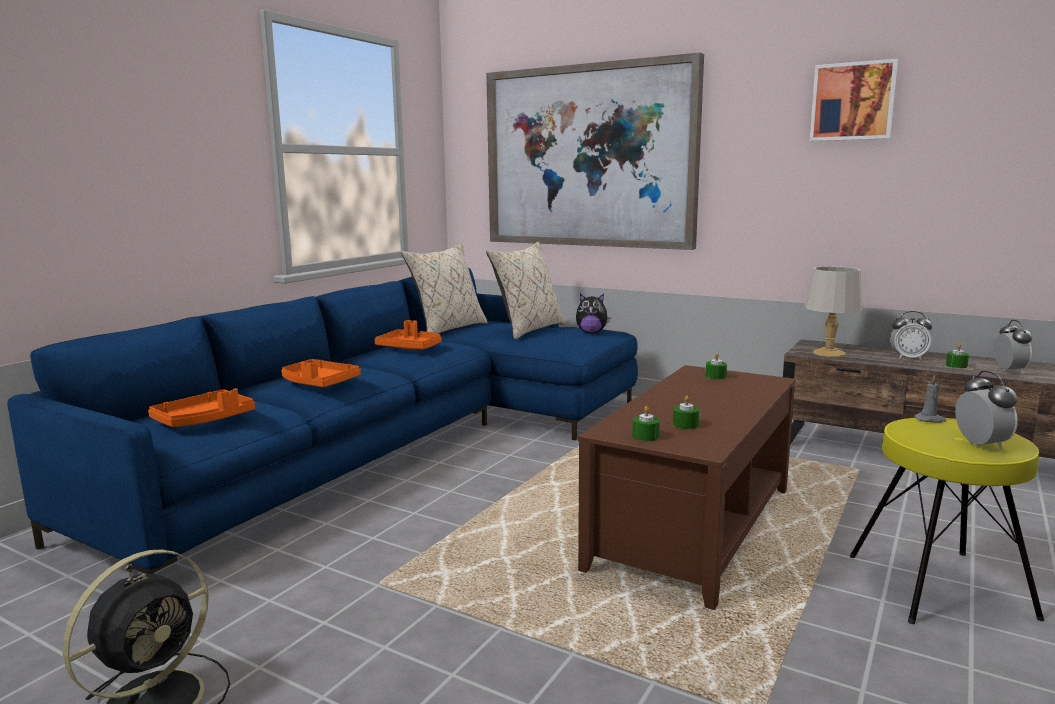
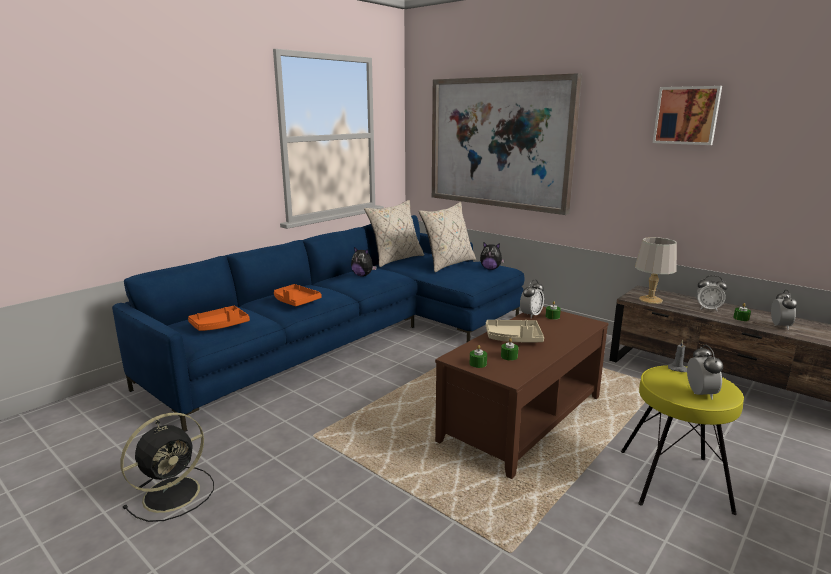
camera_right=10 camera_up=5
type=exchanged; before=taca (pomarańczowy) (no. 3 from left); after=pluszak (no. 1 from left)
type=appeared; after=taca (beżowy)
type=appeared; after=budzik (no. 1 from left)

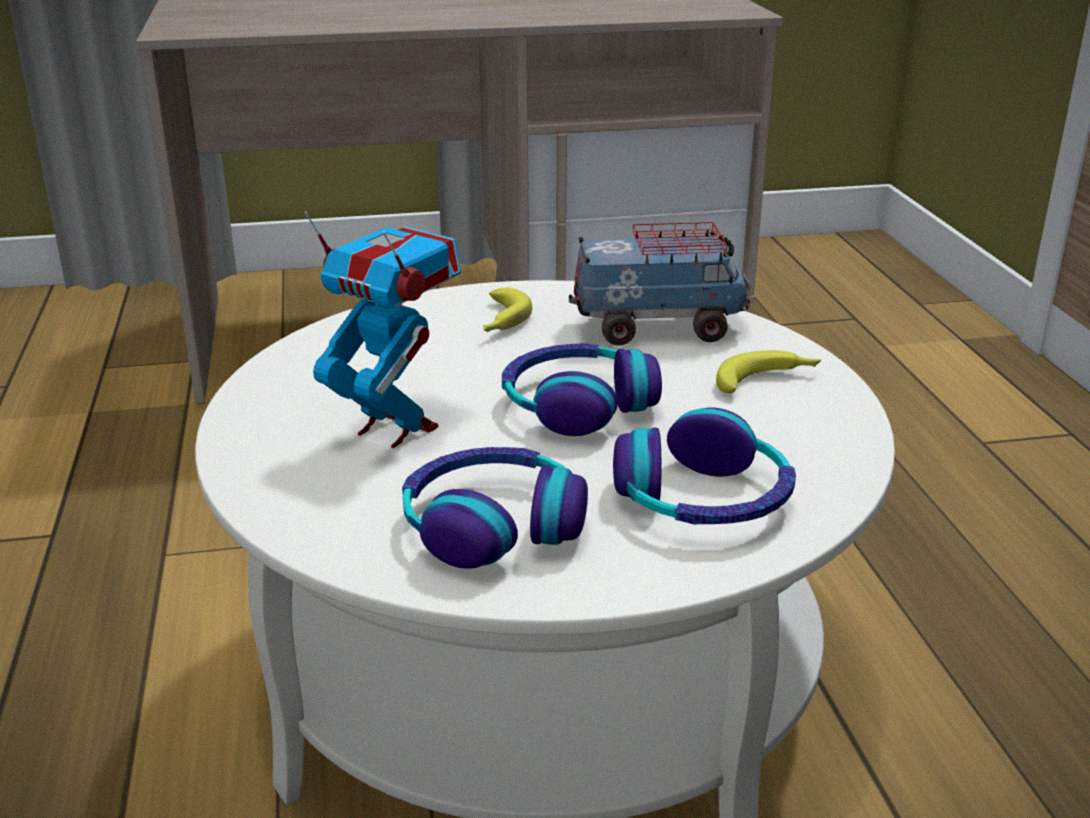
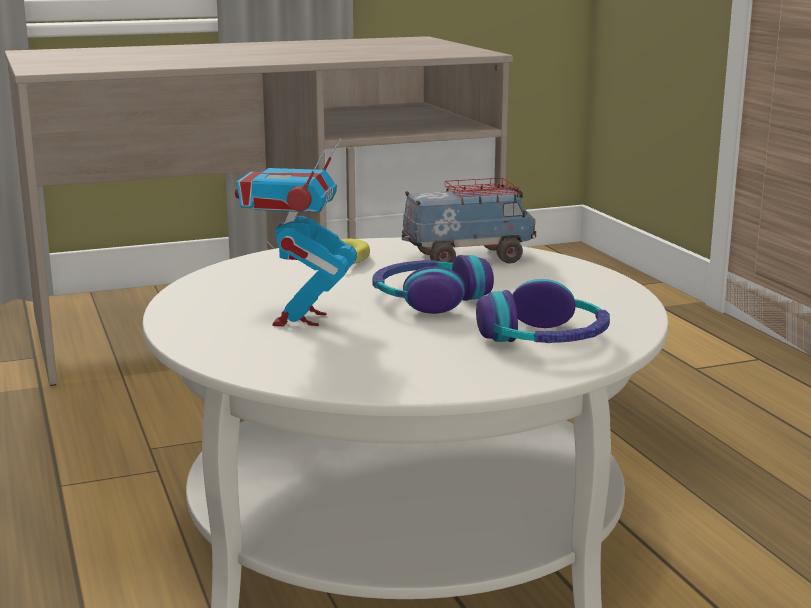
camera_right=-10 camera_up=-10
type=spun; before=robot zabawkowy; turn=-105
type=missing; before=słuchawki (no. 1 from left)
type=missing; before=banan (no. 2 from left)

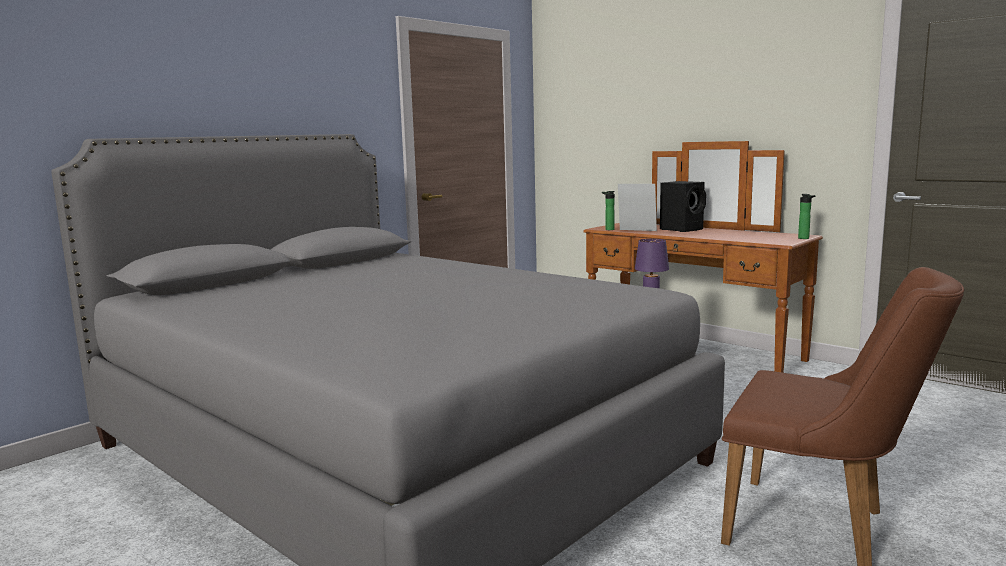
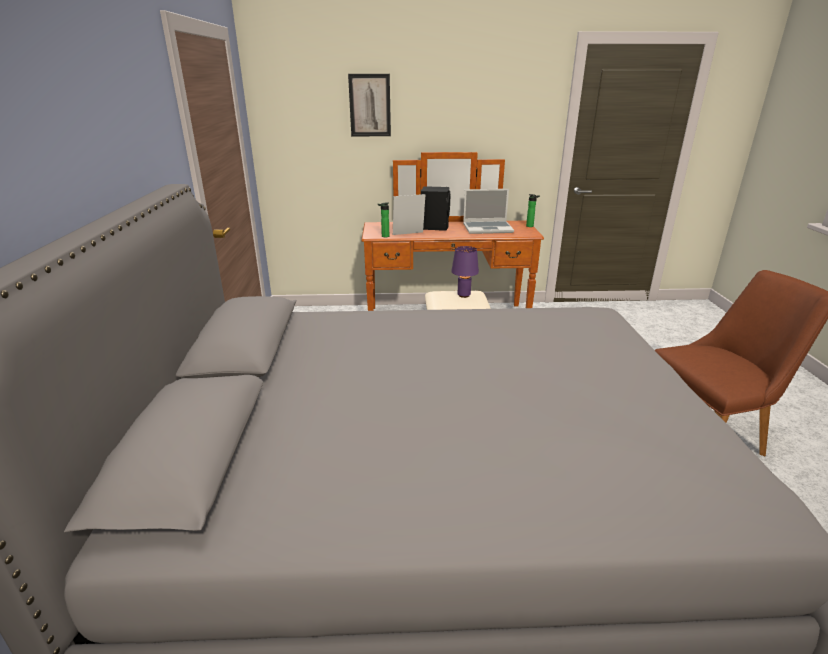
camera_right=-45 camera_up=15
type=appeared; after=obraz
type=appeared; after=laptop

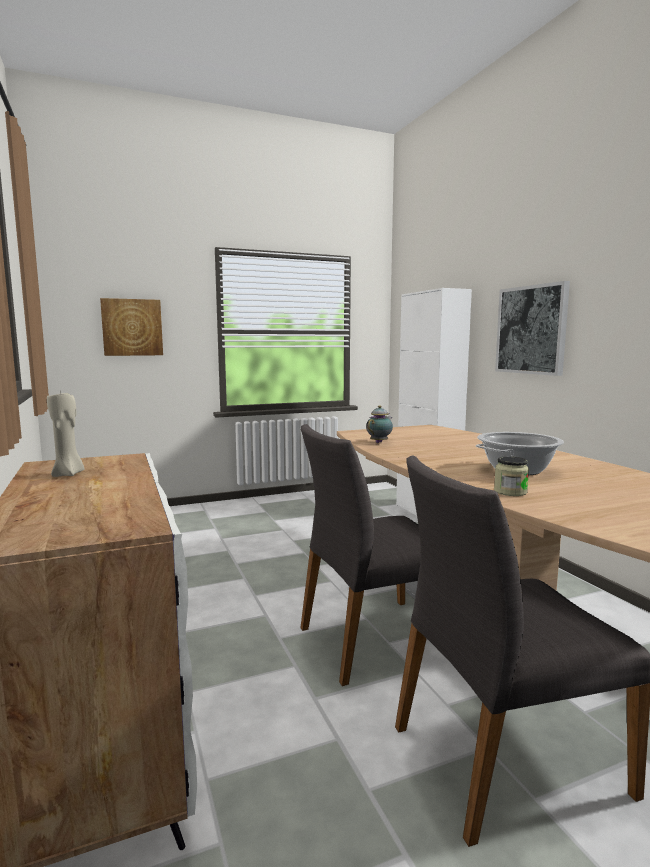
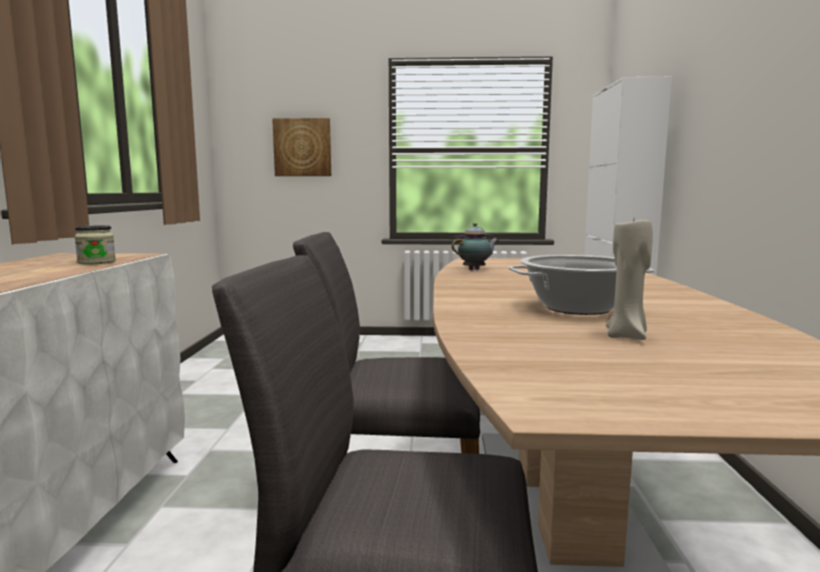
camera_right=25 camera_up=0
type=relocated; before=słoik
type=relocated; before=świeca (beżowy)
type=missing; before=obraz (no. 2 from left)

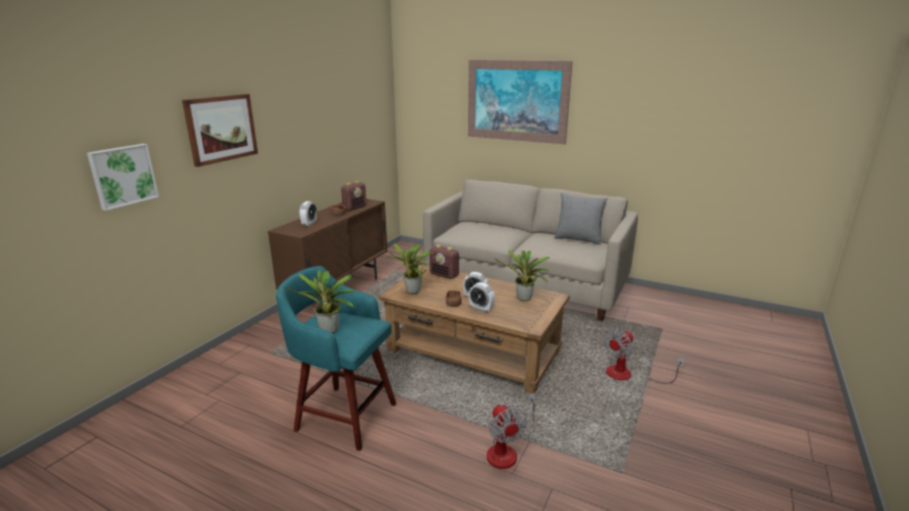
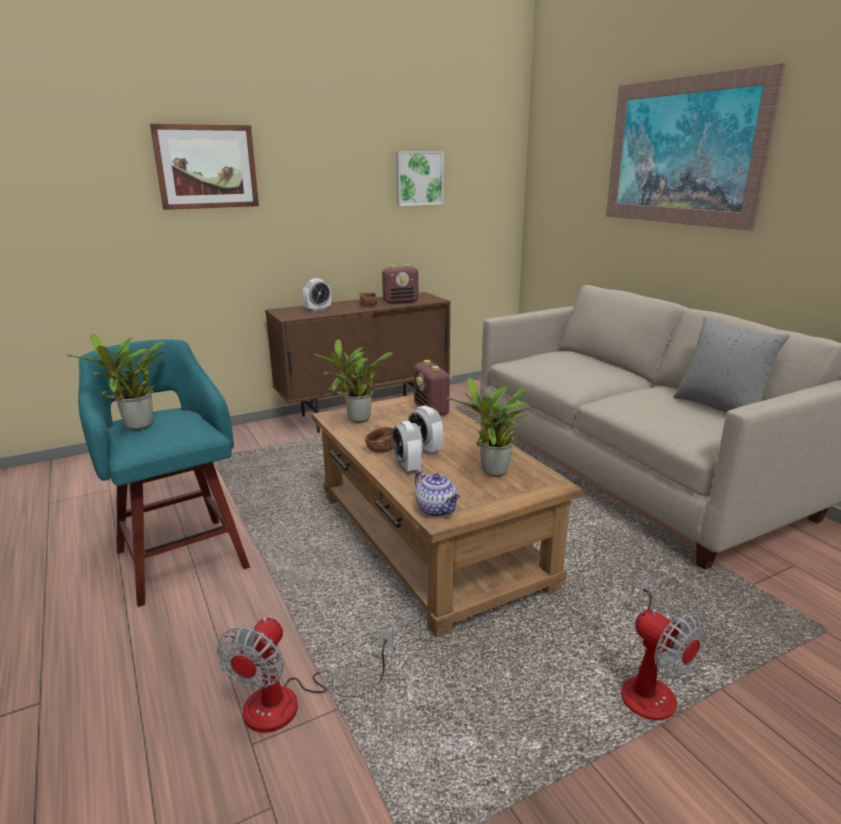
camera_right=35 camera_up=0
type=relocated; before=obraz (no. 1 from left in the first image); after=obraz (no. 2 from left)
type=appeared; after=imbryk
type=spun; before=wentylator (no. 2 from left); turn=-120

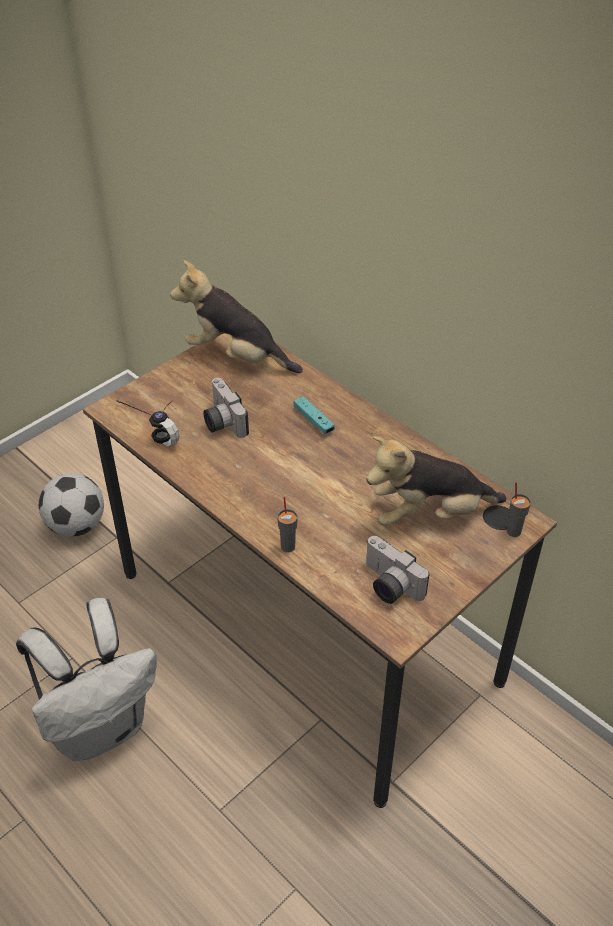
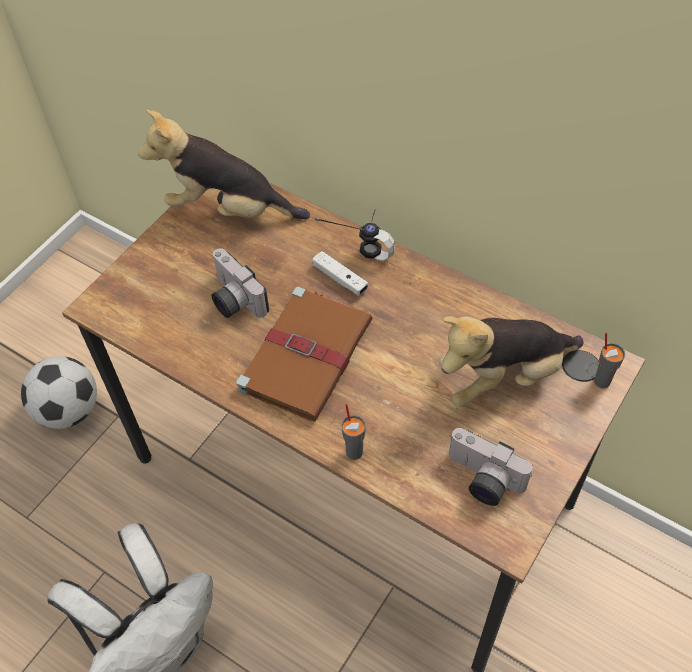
camera_right=-10 camera_up=10
type=appeared; after=książka (brązowy)
type=colour; before=pad do gier (turkusowy); after=pad do gier (biały)
type=relocated; before=słuchawki

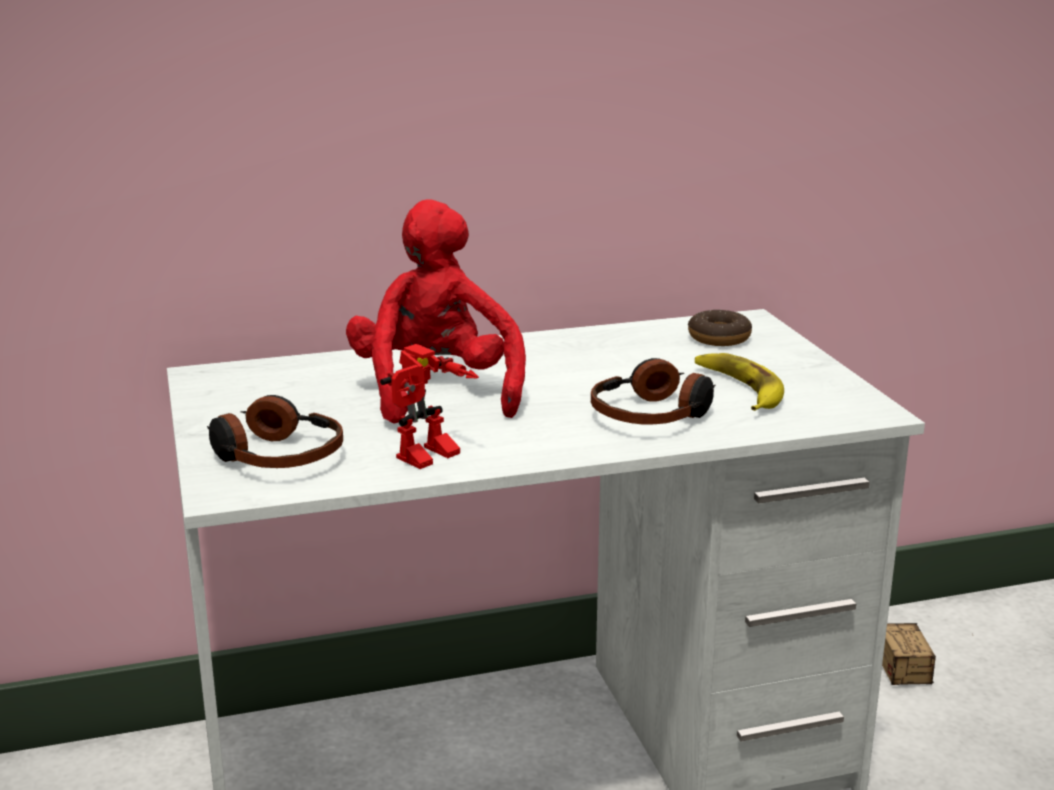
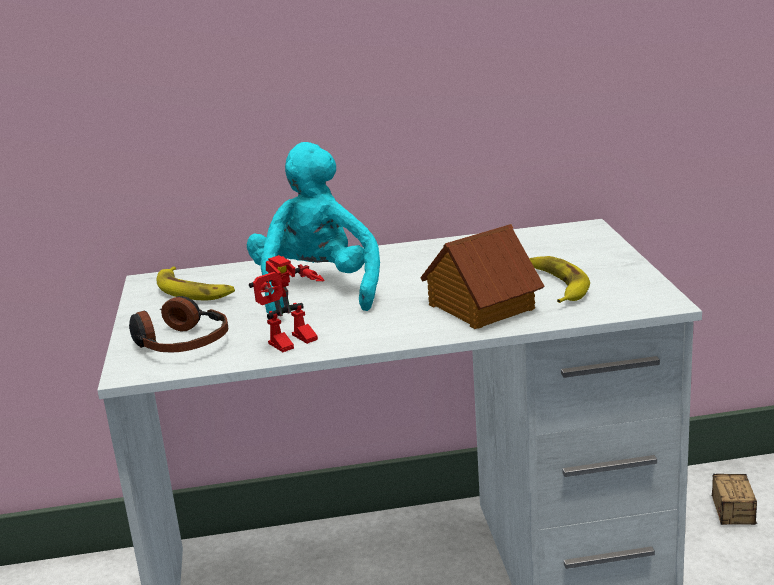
camera_right=10 camera_up=0
type=appeared; after=banan (no. 1 from left)
type=colour; before=pluszak (czerwony); after=pluszak (turkusowy)
type=exchanged; before=słuchawki (no. 2 from left); after=domek
type=missing; before=donut

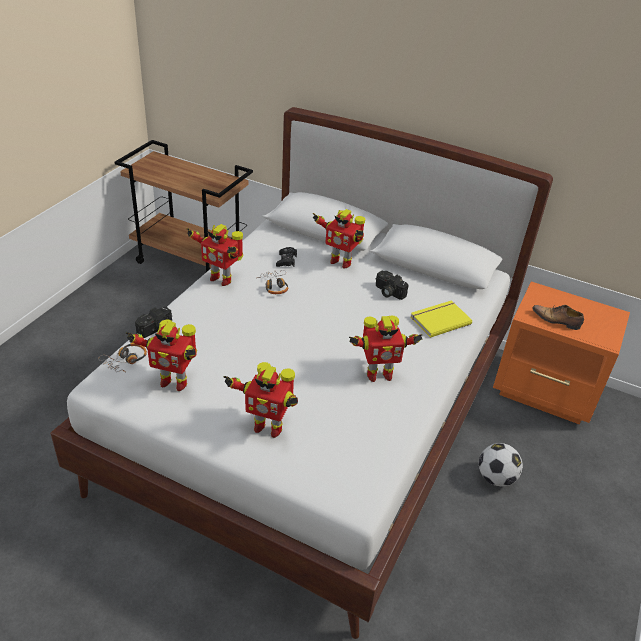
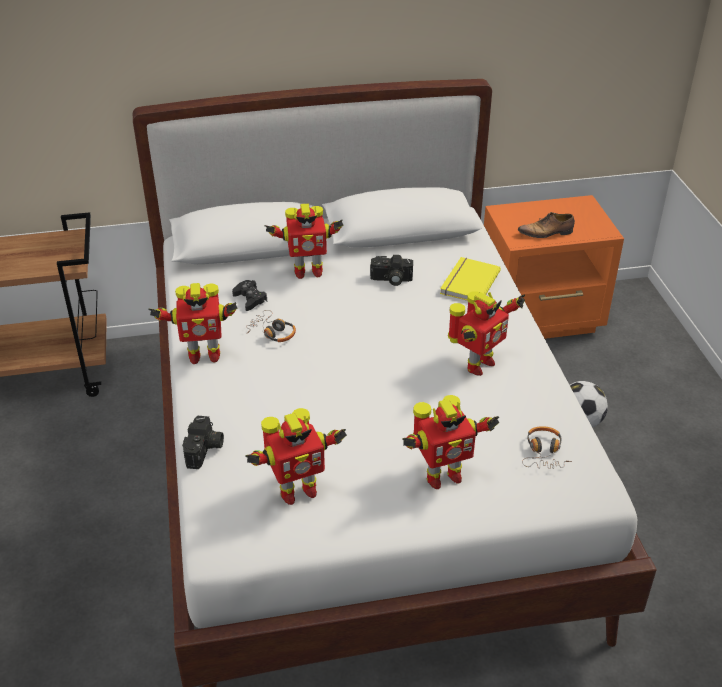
camera_right=-35 camera_up=0
type=relocated; before=słuchawki (no. 1 from left in the first image); after=słuchawki (no. 2 from left)

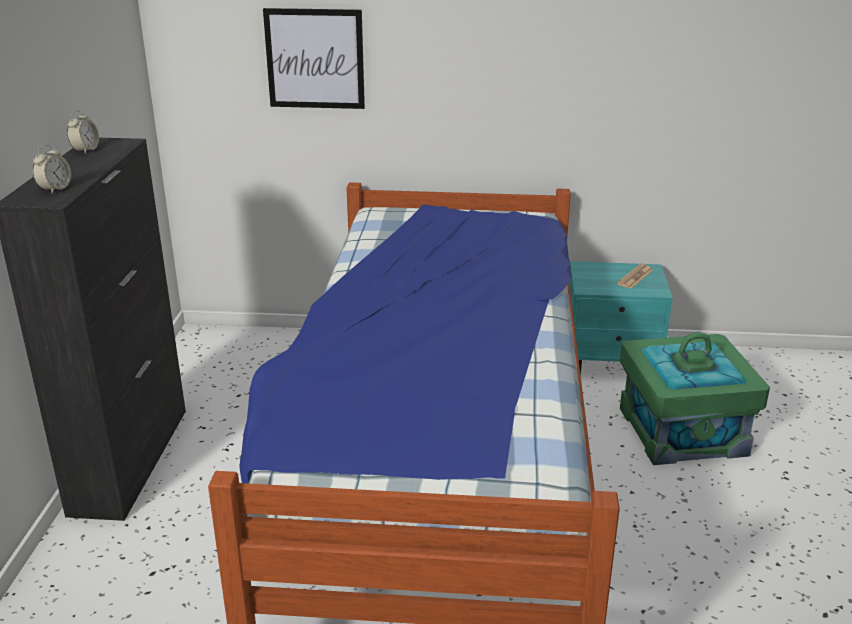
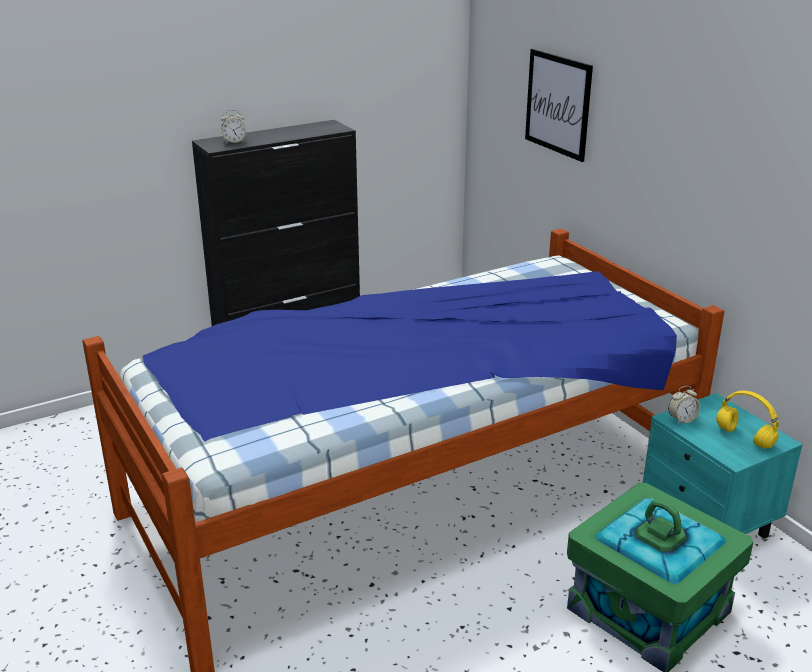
camera_right=55 camera_up=0
type=relocated; before=budzik (no. 2 from left)
type=exchanged; before=gazeta; after=słuchawki (żółty)

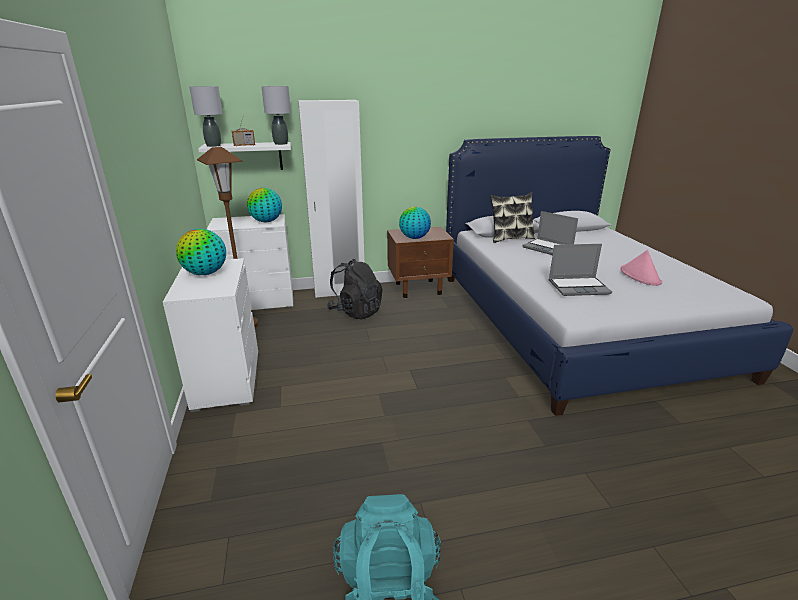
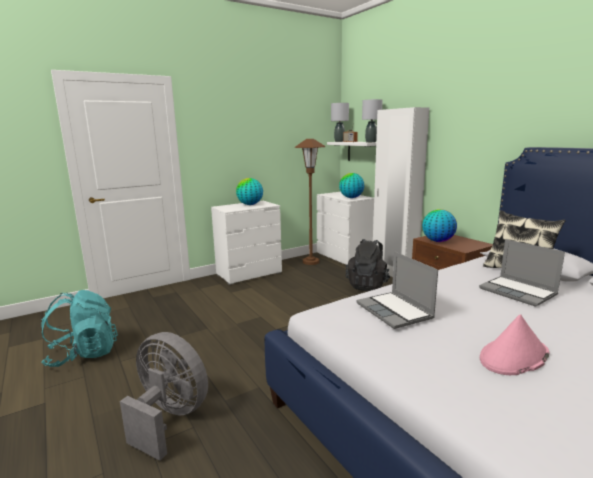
camera_right=70 camera_up=-10
type=appeared; after=wentylator (szary)
type=spun; before=laptop (no. 1 from left in the first image); turn=-60

